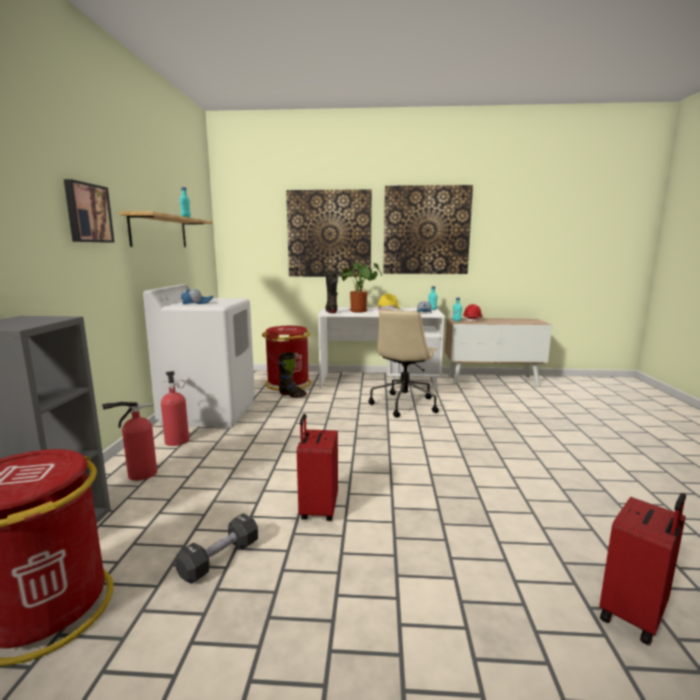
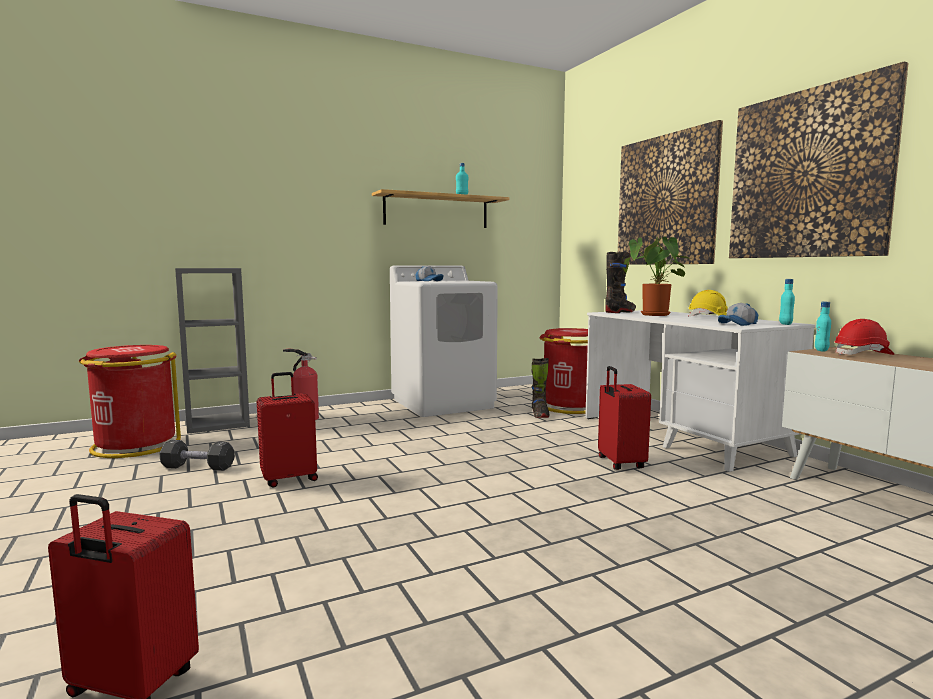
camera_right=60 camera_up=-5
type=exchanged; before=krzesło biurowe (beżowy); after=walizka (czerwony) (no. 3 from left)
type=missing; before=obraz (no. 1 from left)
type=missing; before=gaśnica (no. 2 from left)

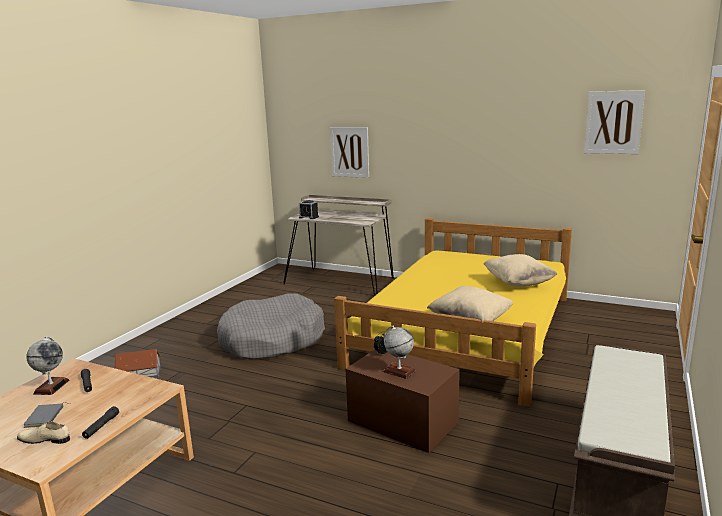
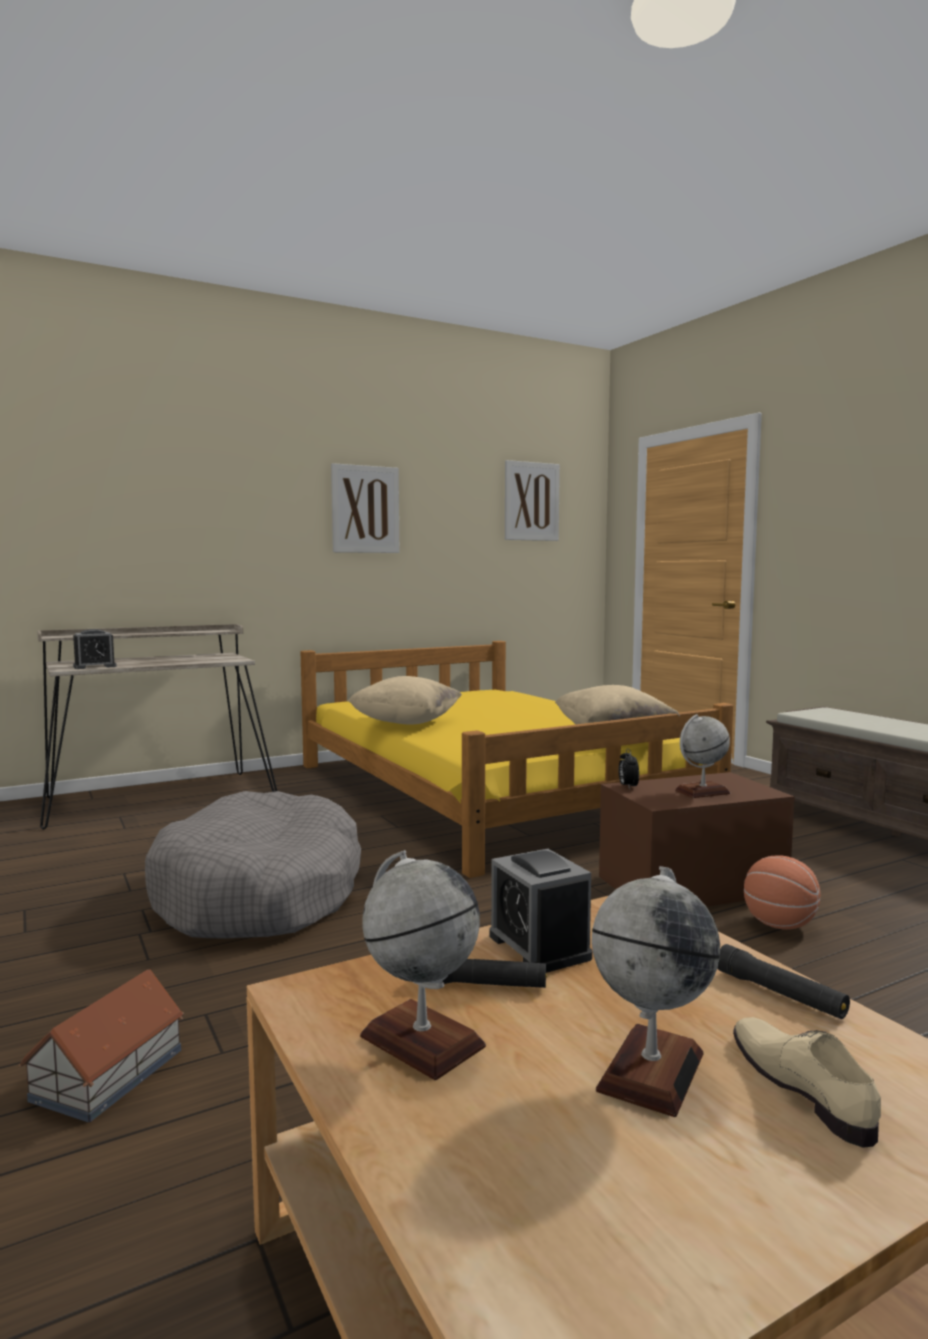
camera_right=-55 camera_up=-10
type=relocated; before=obraz (no. 1 from left)
type=relocated; before=poduszka (beżowy) (no. 2 from left in the first image); after=poduszka (beżowy) (no. 1 from left)
type=appeared; after=budzik (no. 2 from left)
type=exchanged; before=książka (szary); after=globus (no. 2 from left)
type=spun; before=but (beżowy); turn=120
type=appeared; after=piłka do koszykówki

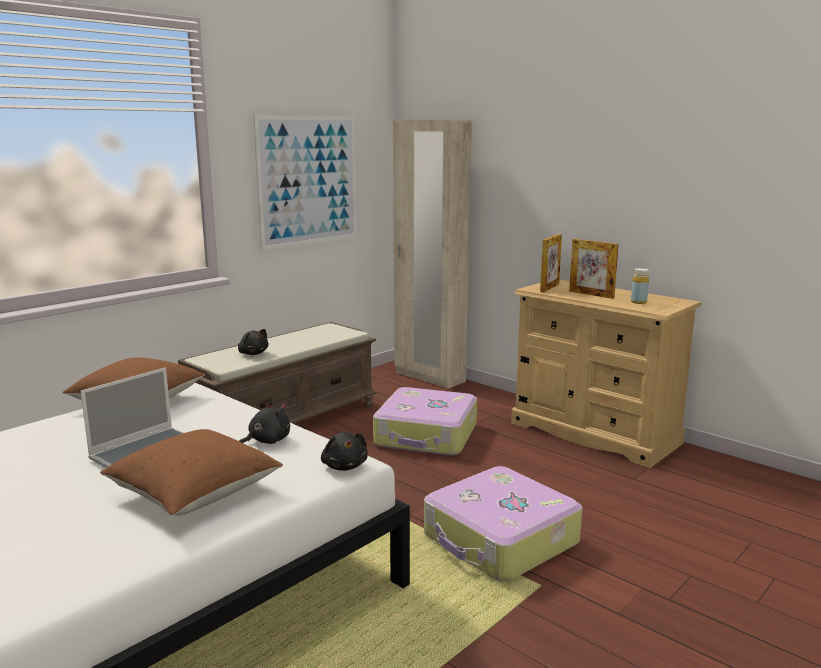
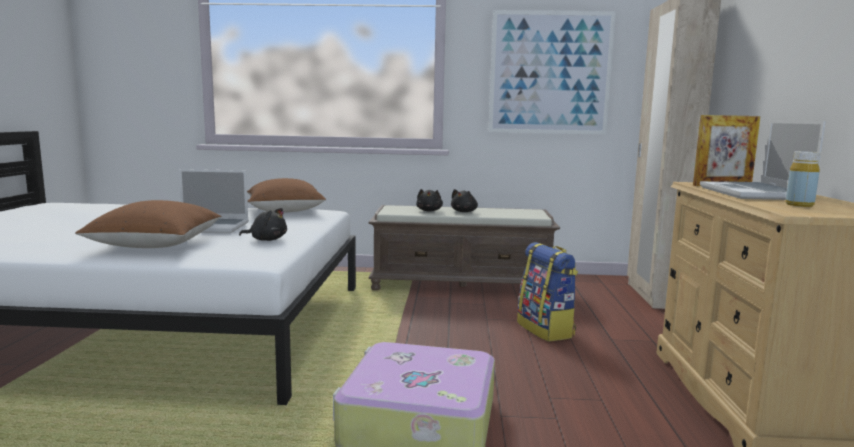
camera_right=50 camera_up=-5
type=relocated; before=pluszak (czarny) (no. 3 from left)
type=exchanged; before=walizka (no. 1 from left); after=plecak
type=exchanged; before=ramka na zdjęcie (no. 2 from left); after=laptop (no. 2 from left)

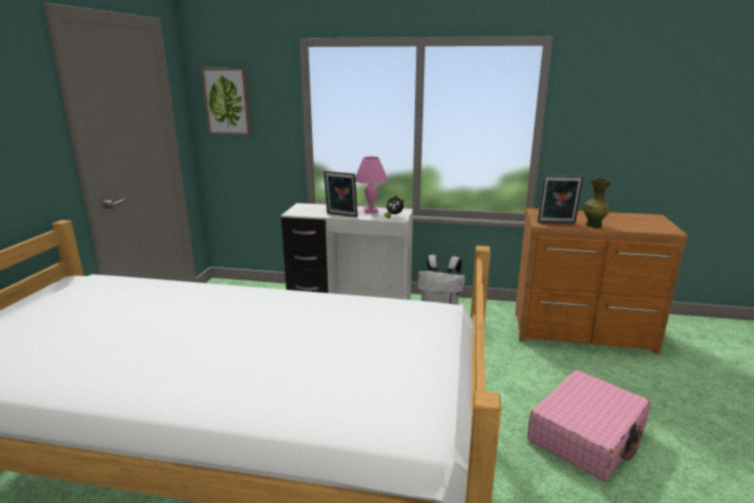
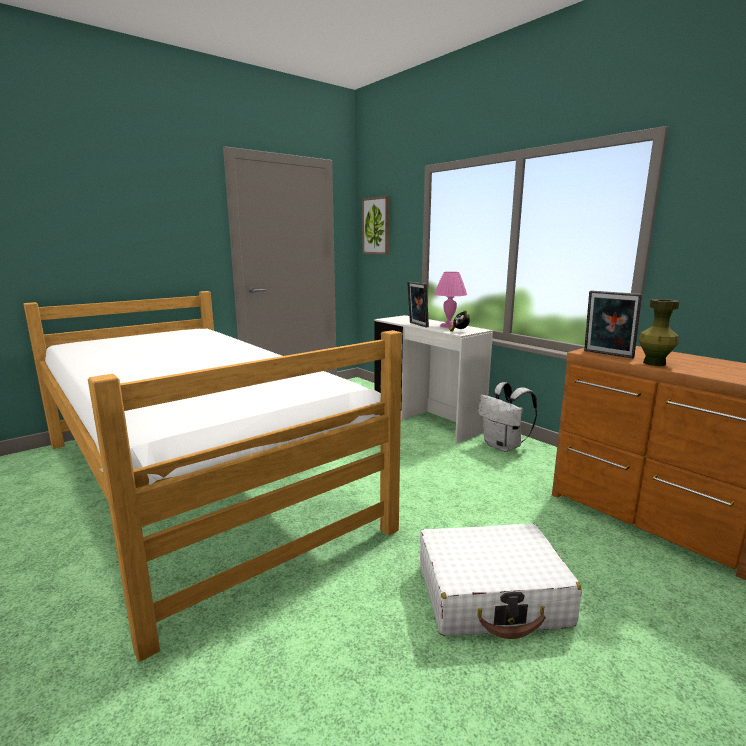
camera_right=40 camera_up=-5
type=colour; before=walizka (różowy); after=walizka (biały)

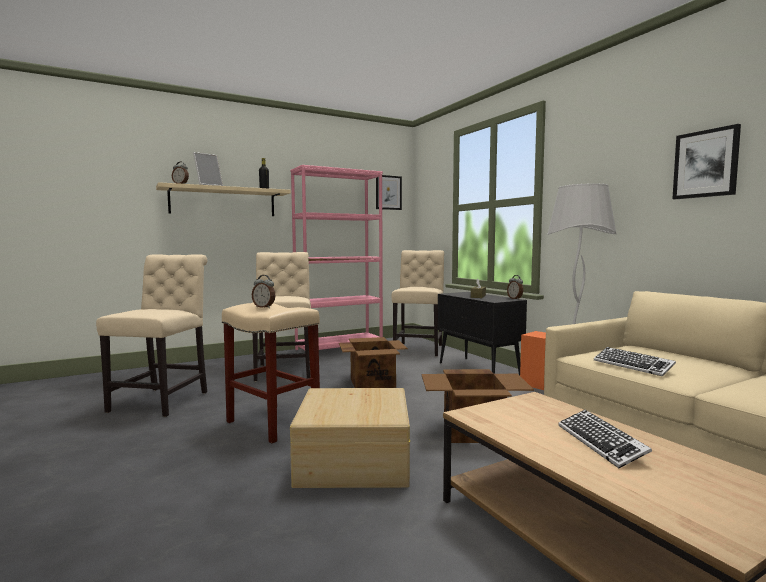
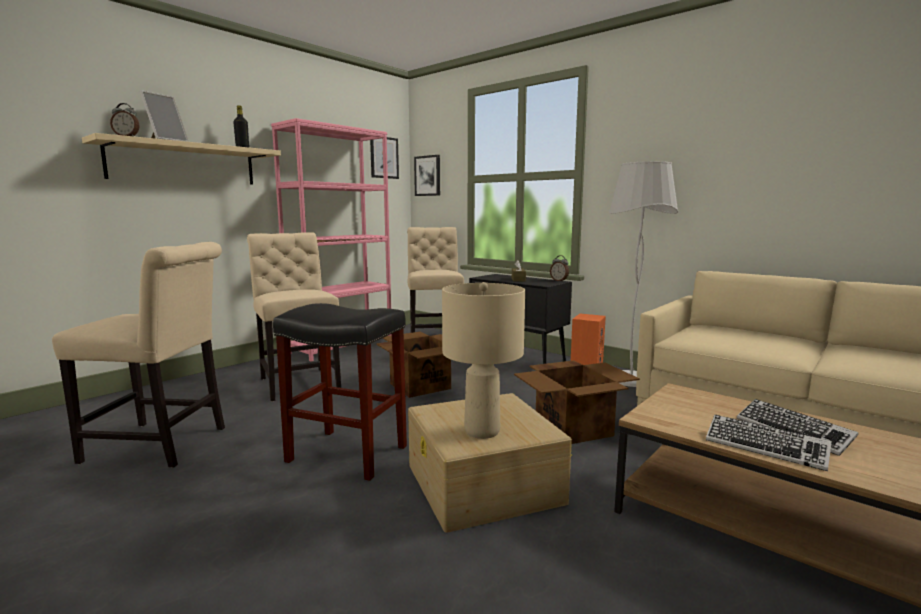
camera_right=-20 camera_up=5
type=spun; before=krzesło (beżowy) (no. 1 from left); turn=105
type=colour; before=stołek (beżowy); after=stołek (czarny)
type=relocated; before=obraz (no. 2 from left)
type=appeared; after=lampa stołowa (beżowy)
type=relocated; before=klawiatura (no. 2 from left in the first image); after=klawiatura (no. 1 from left)
type=missing; before=budzik (no. 2 from left)

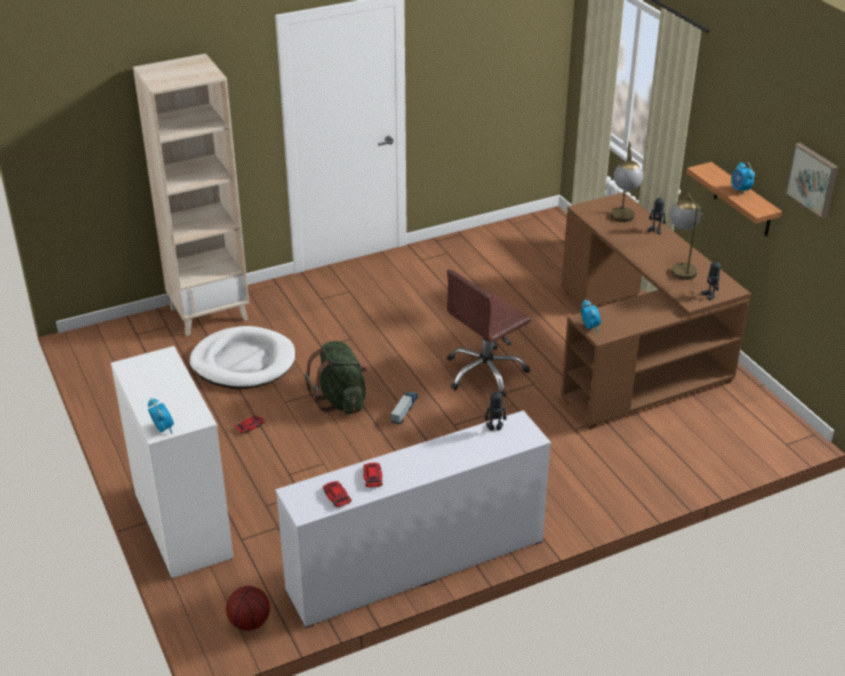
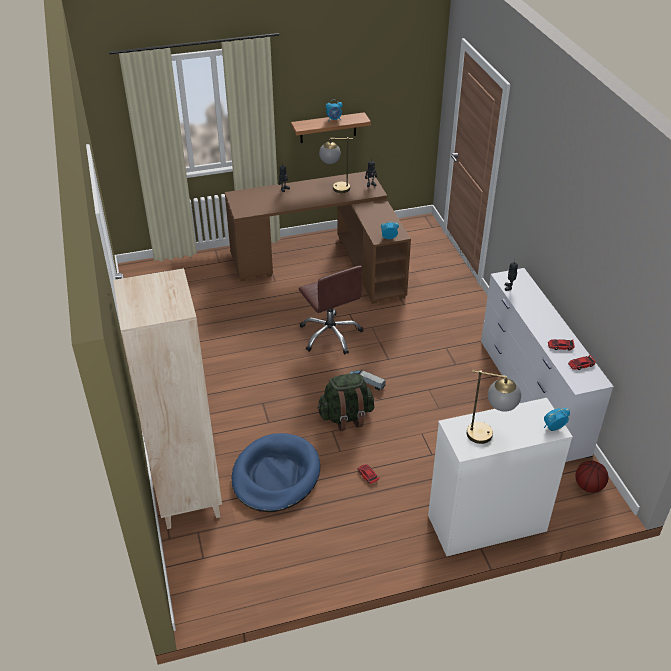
camera_right=-80 camera_up=5
type=colour; before=legowisko (biały); after=legowisko (niebieski)
type=relocated; before=lampa stołowa (no. 1 from left in the first image); after=lampa stołowa (no. 2 from left)
type=missing; before=obraz

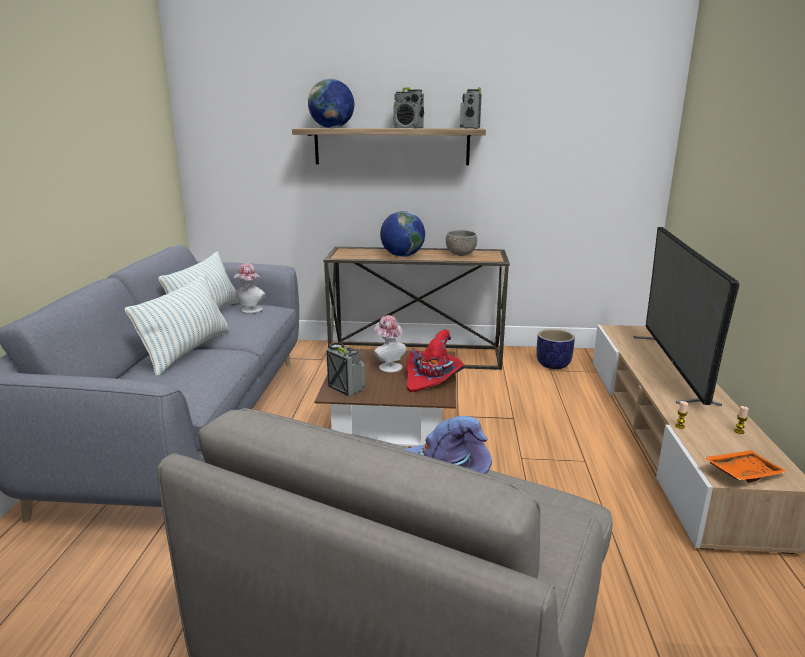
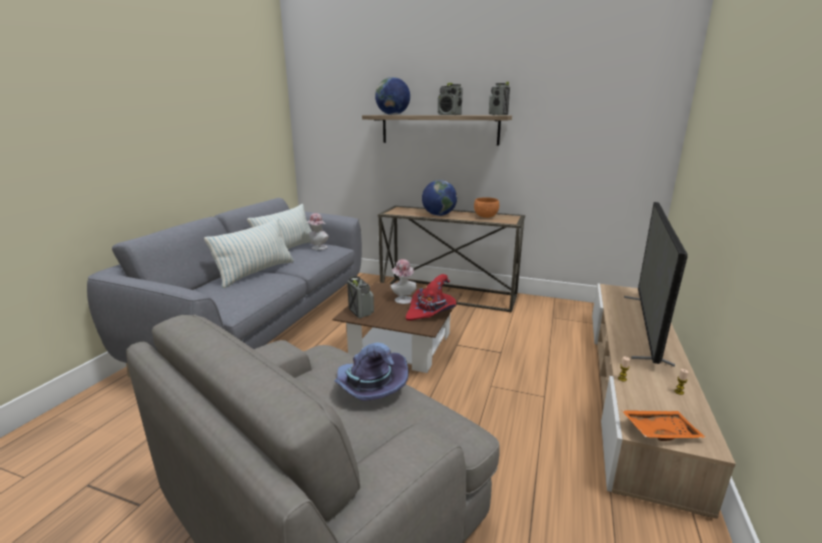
camera_right=15 camera_up=0
type=colour; before=miska (szary); after=miska (pomarańczowy)
type=missing; before=donica

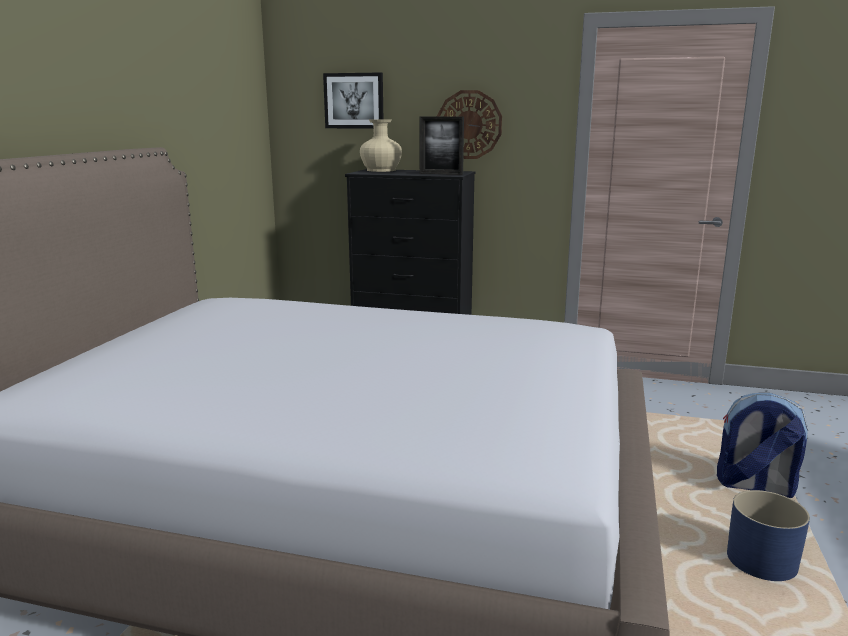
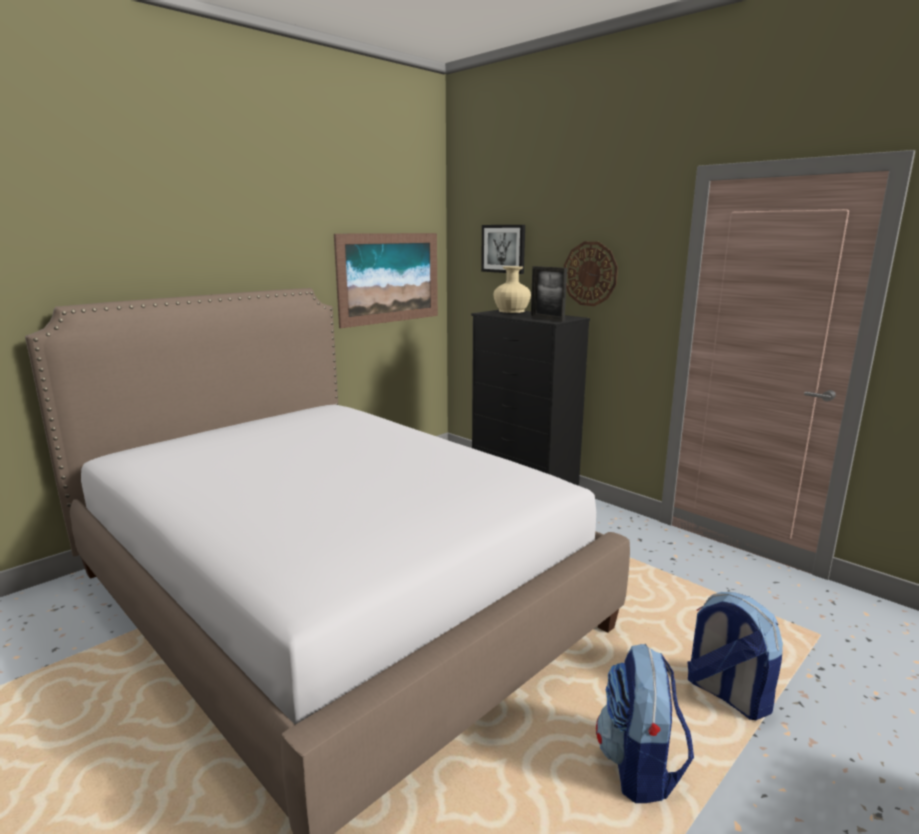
camera_right=30 camera_up=0
type=appeared; after=obraz (no. 1 from left)
type=exchanged; before=donica (niebieski); after=plecak (no. 1 from left)

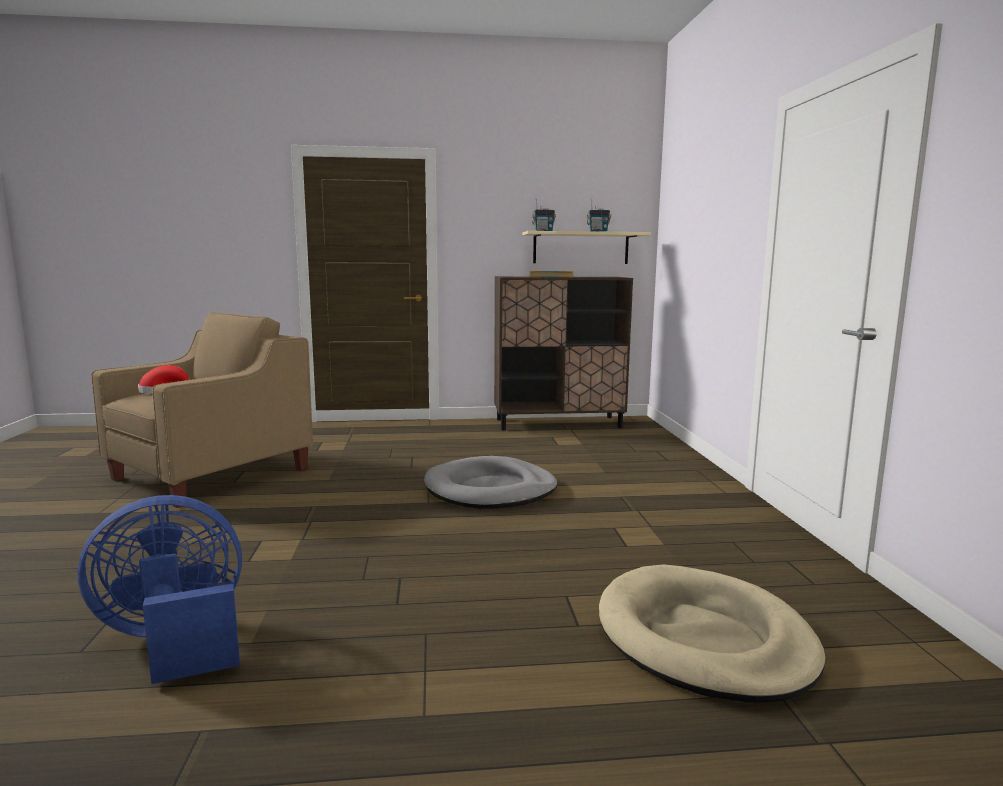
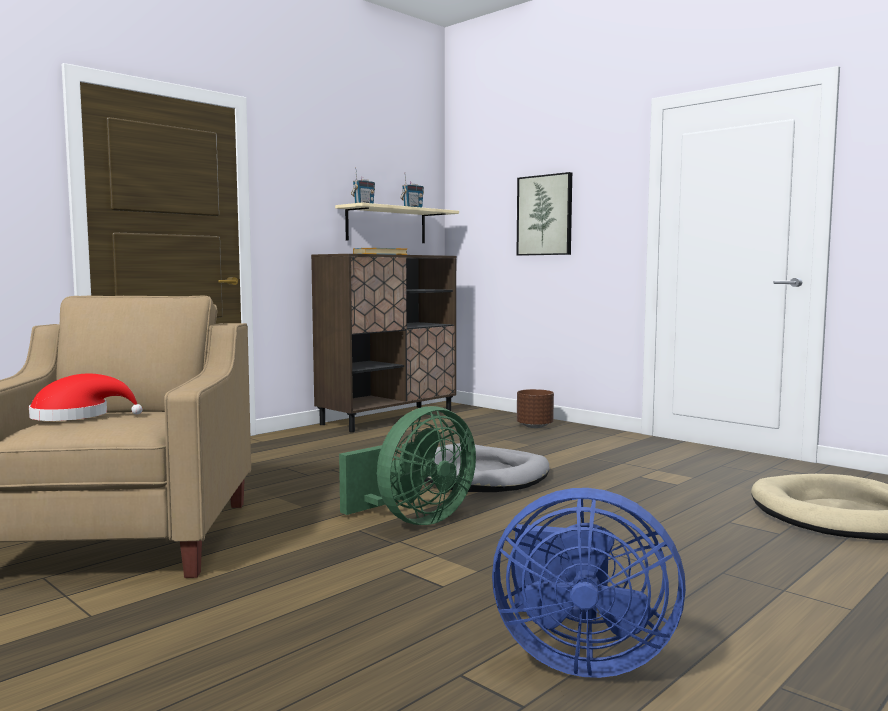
camera_right=-40 camera_up=-5
type=appeared; after=wentylator (zielony)
type=spun; before=wentylator (niebieski); turn=-105
type=appeared; after=obraz
type=appeared; after=donica (brązowy)

